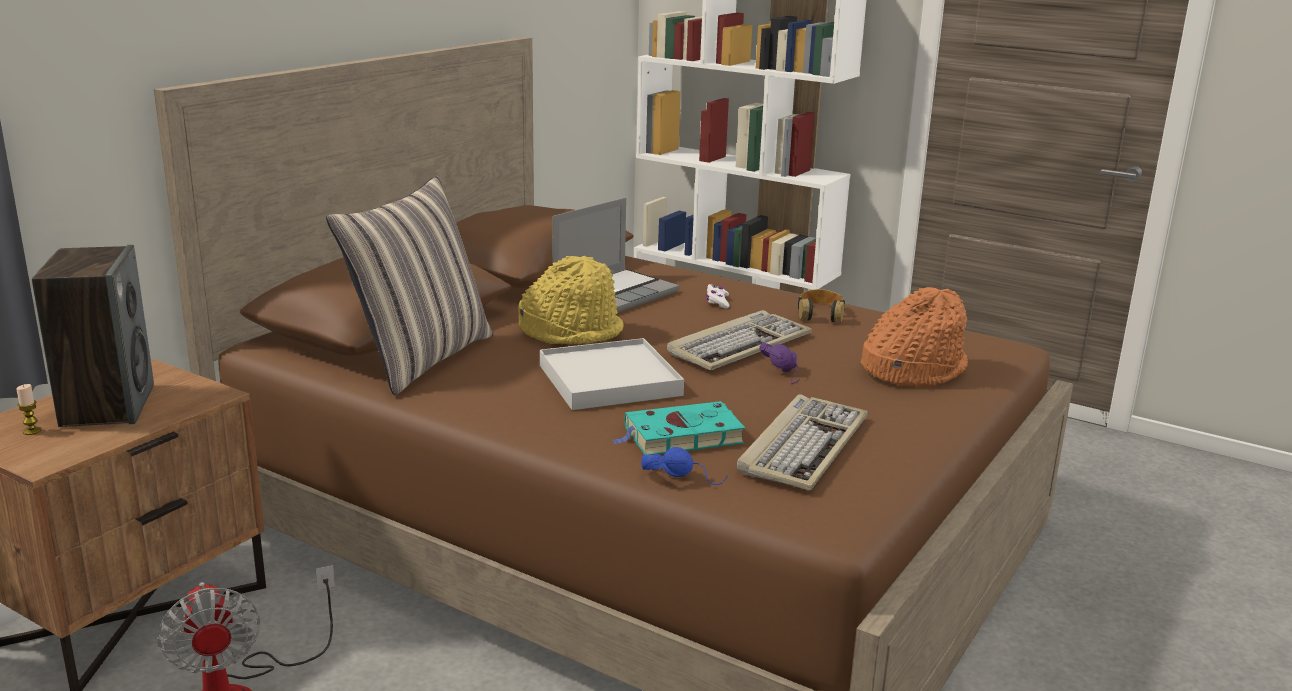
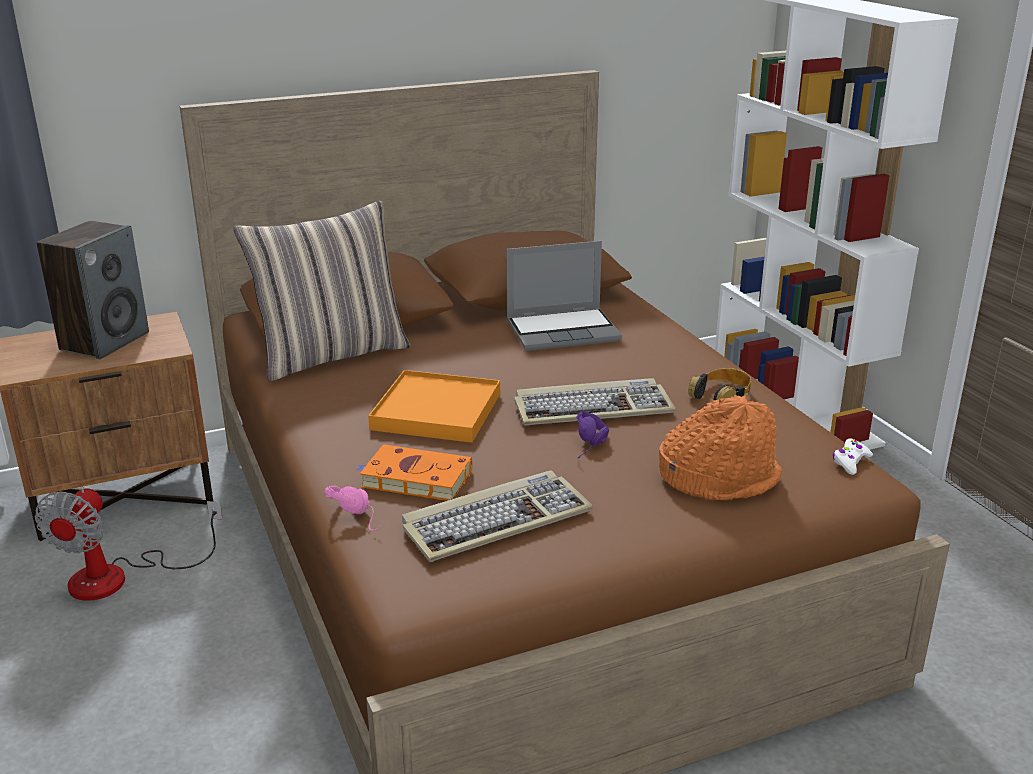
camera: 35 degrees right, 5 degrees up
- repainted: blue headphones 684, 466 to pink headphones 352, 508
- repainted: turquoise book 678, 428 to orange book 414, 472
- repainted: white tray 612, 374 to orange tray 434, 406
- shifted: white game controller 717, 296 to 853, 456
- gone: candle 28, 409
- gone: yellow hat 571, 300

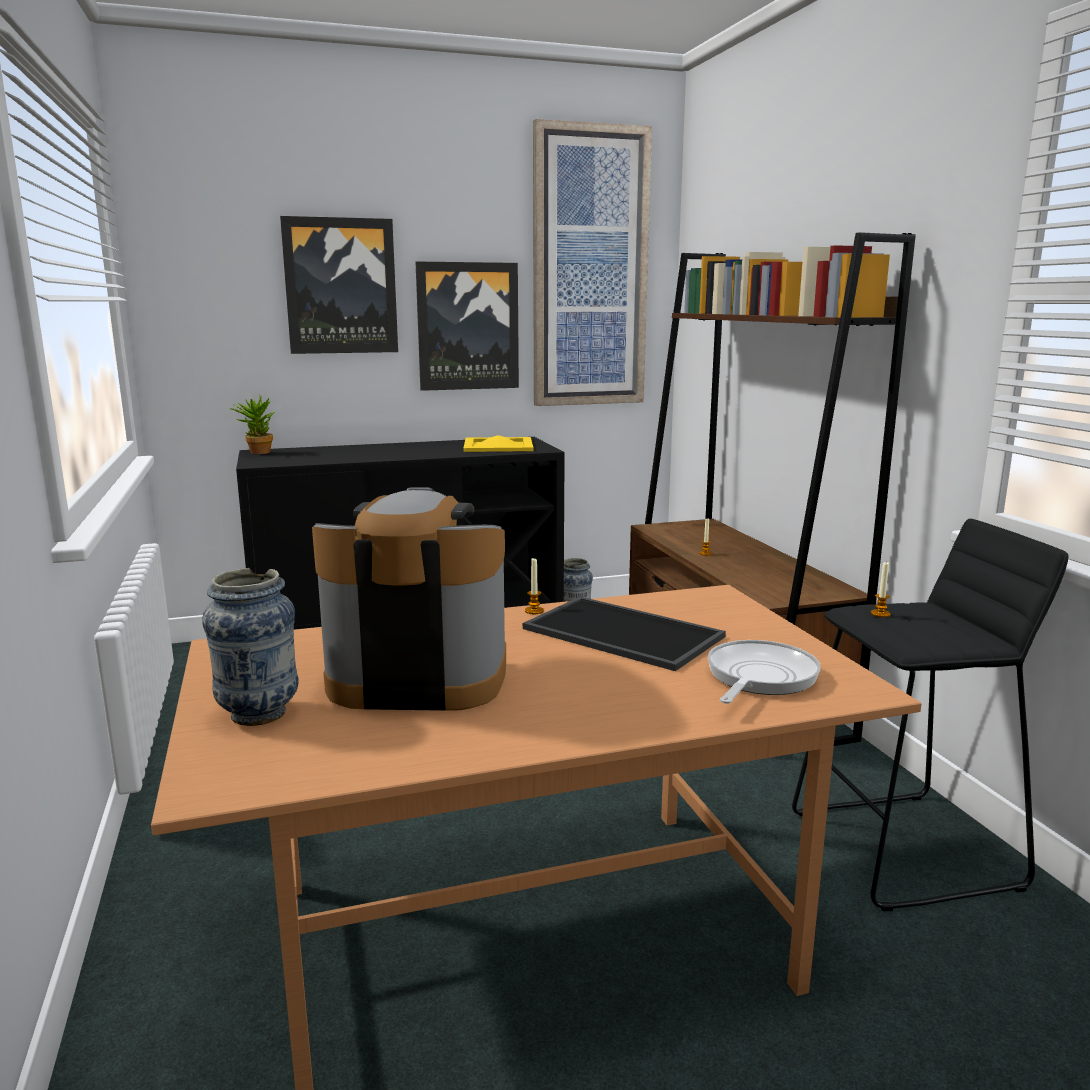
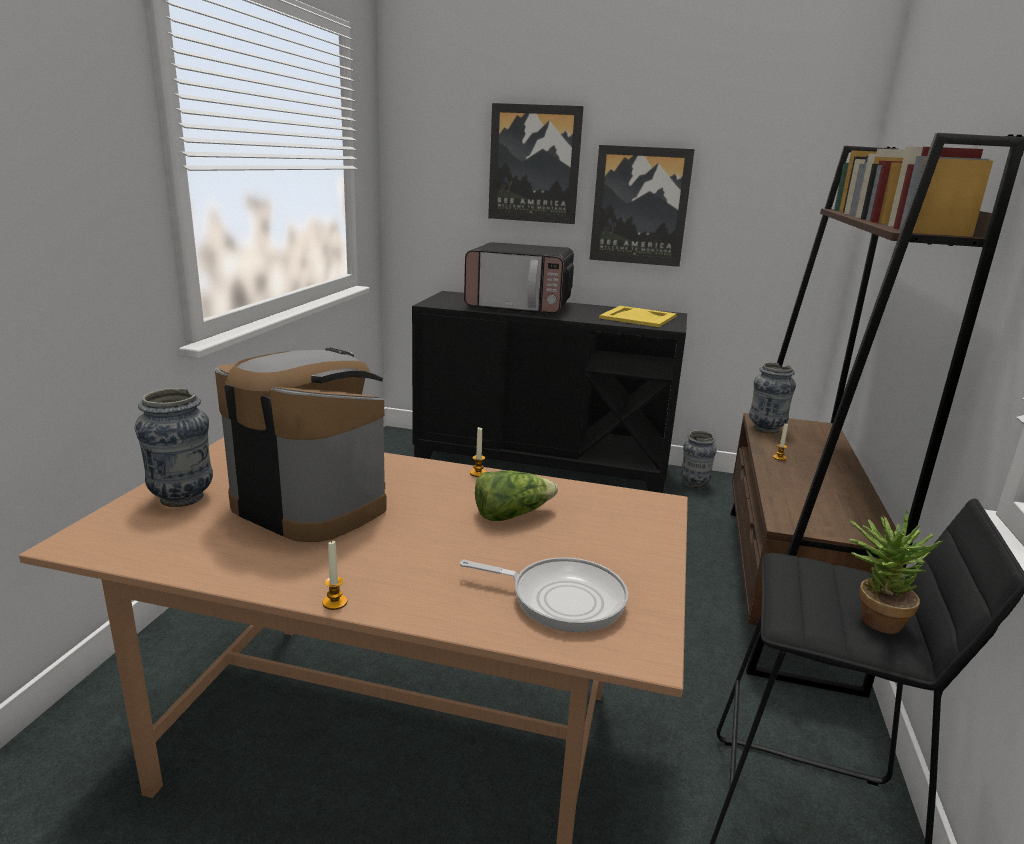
camera: 30 degrees right, 5 degrees up
- shifted: candle 881, 589 to 334, 575
- rotated: frying pan 764, 672 = 544, 594 45 degrees clockwise
- new: microwave 519, 278
- swapped: tray 624, 634 to lettuce 516, 495
- new: vase 772, 398
- shifted: potted plant 252, 424 to 896, 571
- gone: picture 592, 262

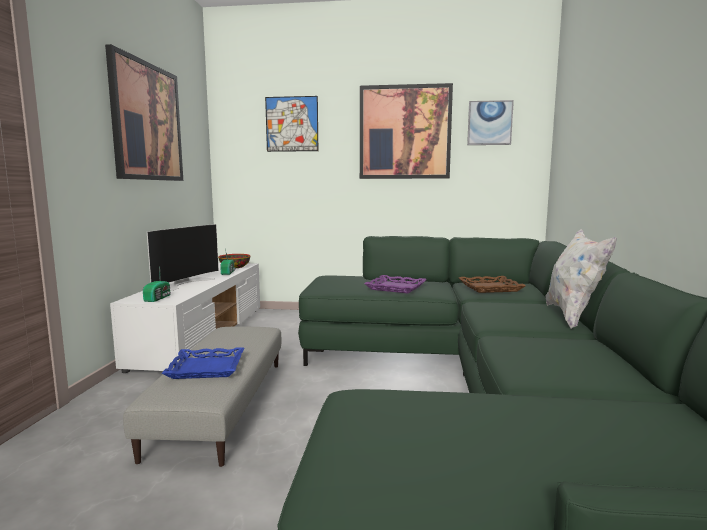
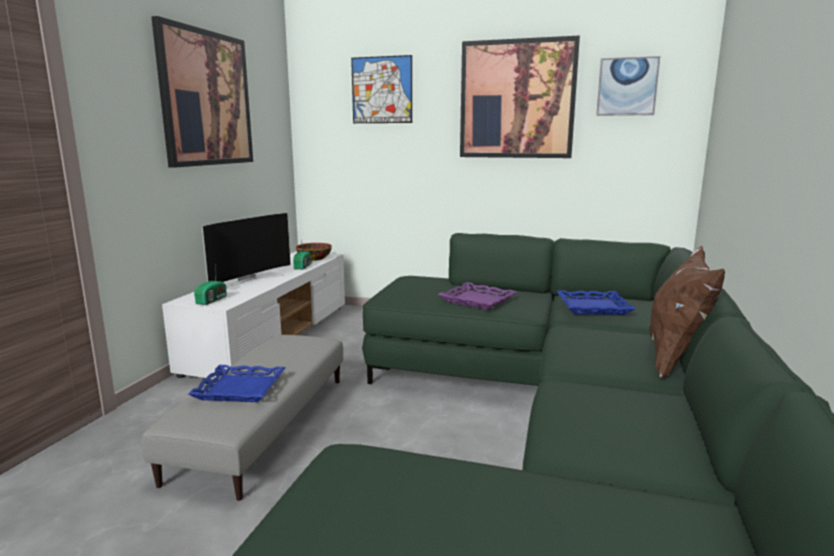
camera: 10 degrees right, 5 degrees up
- repainted: brown tray 492, 284 to blue tray 596, 302
- repainted: white pillow 581, 279 to brown pillow 687, 312

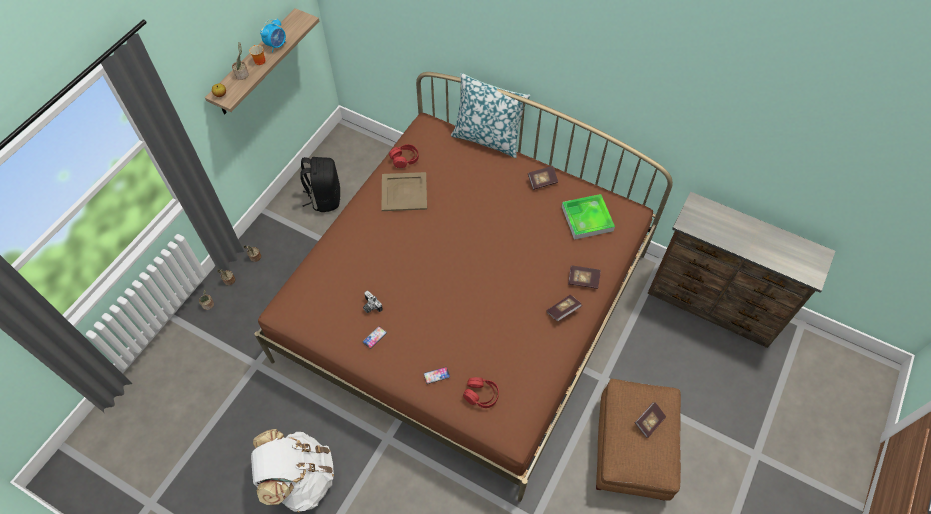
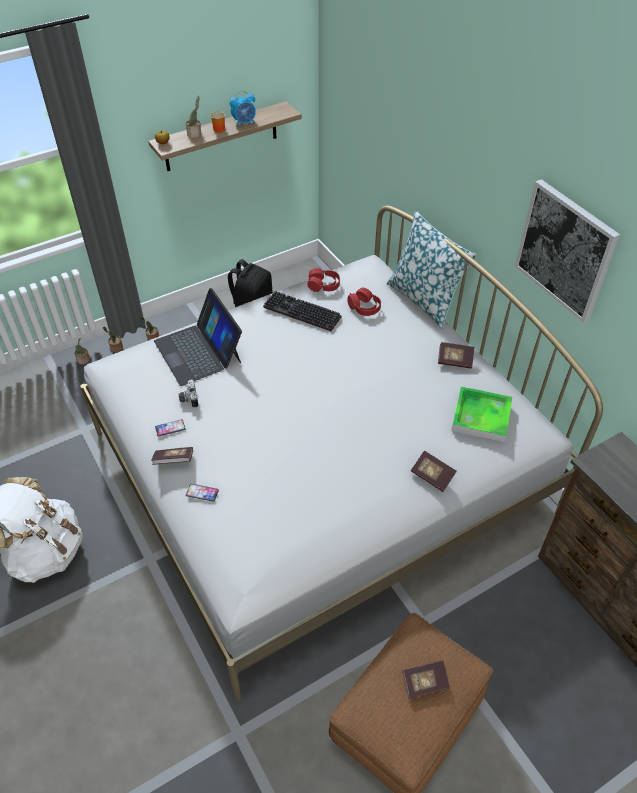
camera: 30 degrees right, 10 degrees down
- repainted: brown bed 463, 287 to white bed 341, 453
- shifted: book 564, 308 to 172, 456
- new: laptop 198, 337
- swapped: beige tray 404, 191 to keyboard 302, 311
- shifted: red headphones 481, 392 to 364, 302
- new: picture 567, 251

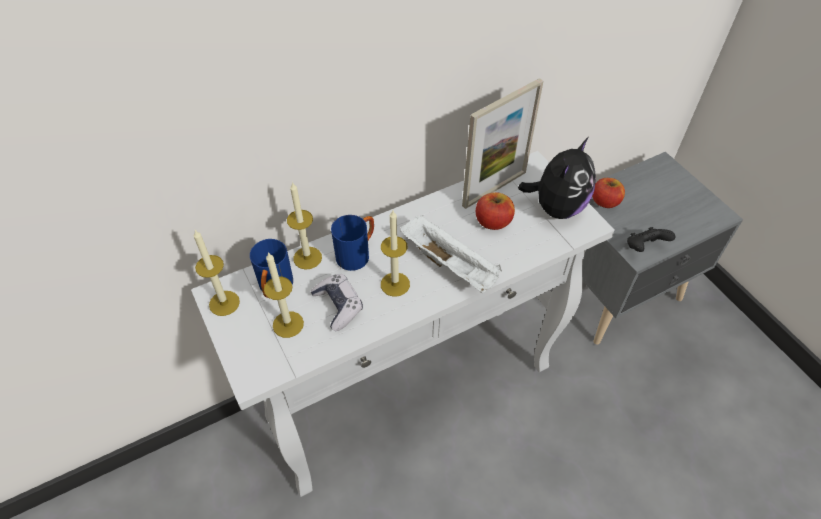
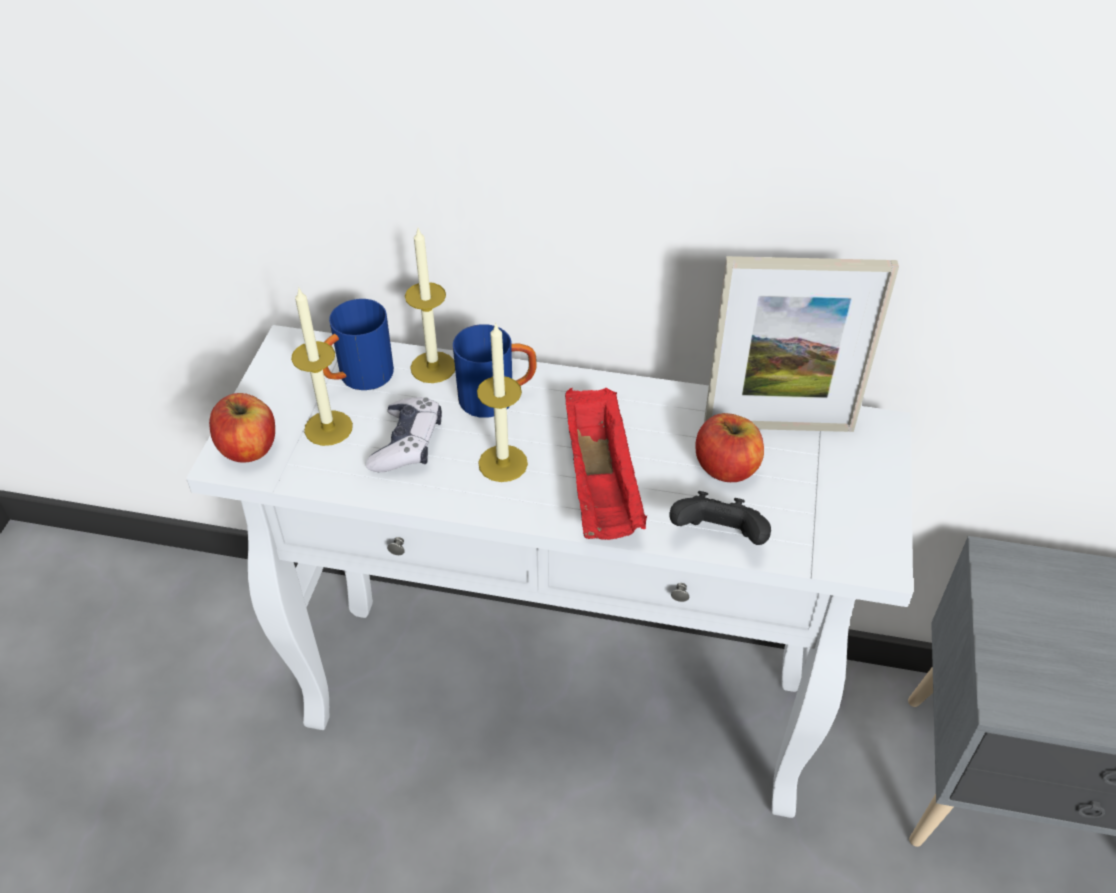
camera: 40 degrees right, 5 degrees down
- shifted: apple 608, 193 to 242, 428
- repainted: white tray 451, 254 to red tray 606, 464
- shifted: black game controller 651, 239 to 720, 518
- gone: candle 216, 273
- gone: plush toy 557, 178

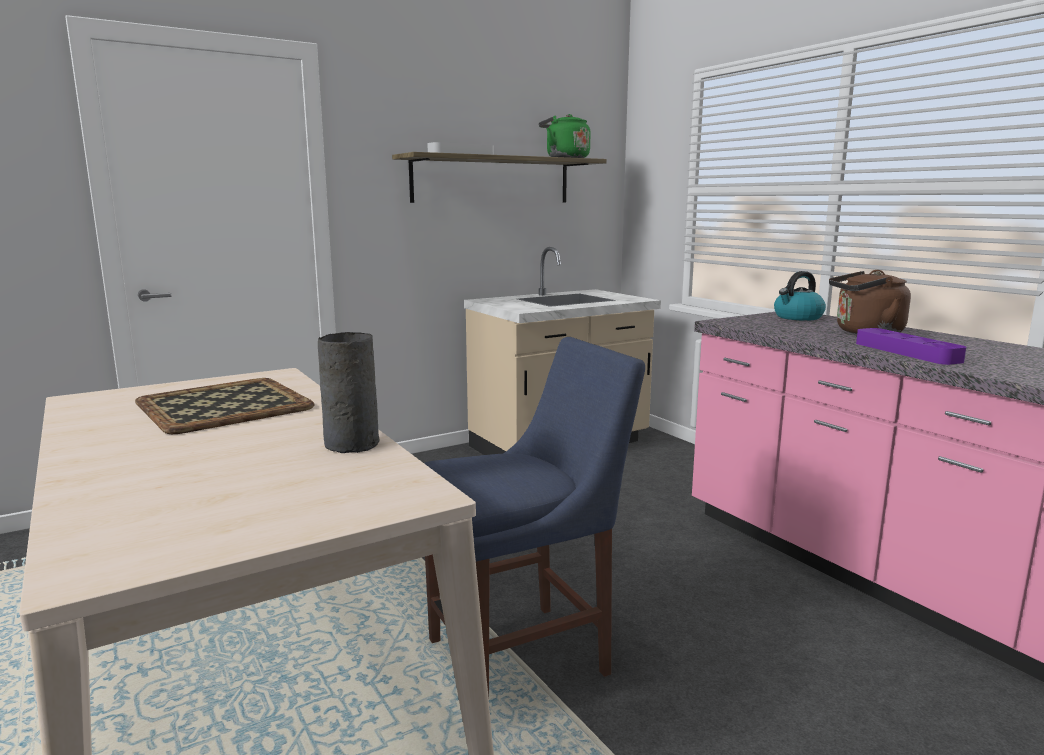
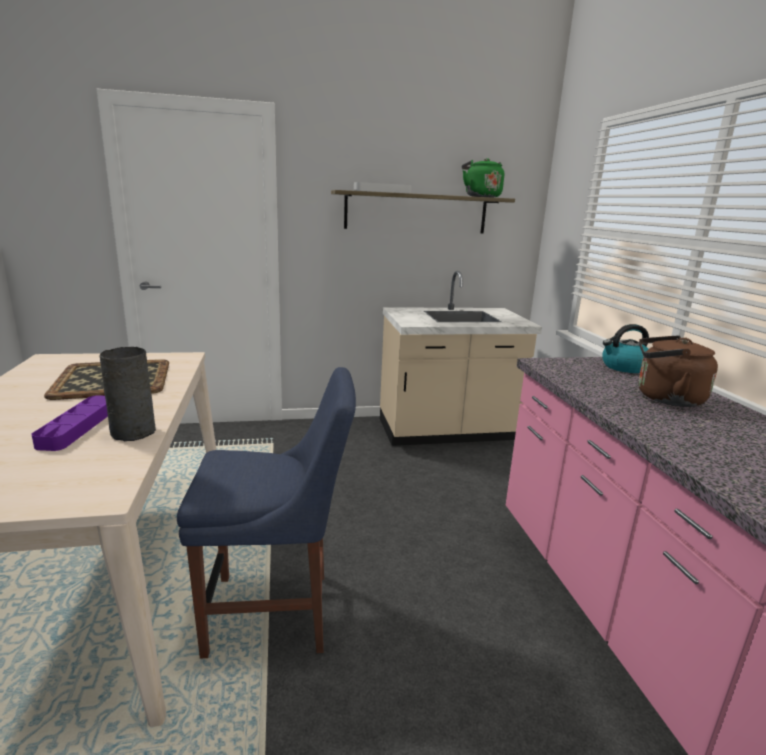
camera: 20 degrees right, 5 degrees up
- shifted: purple tray 911, 346 to 69, 423

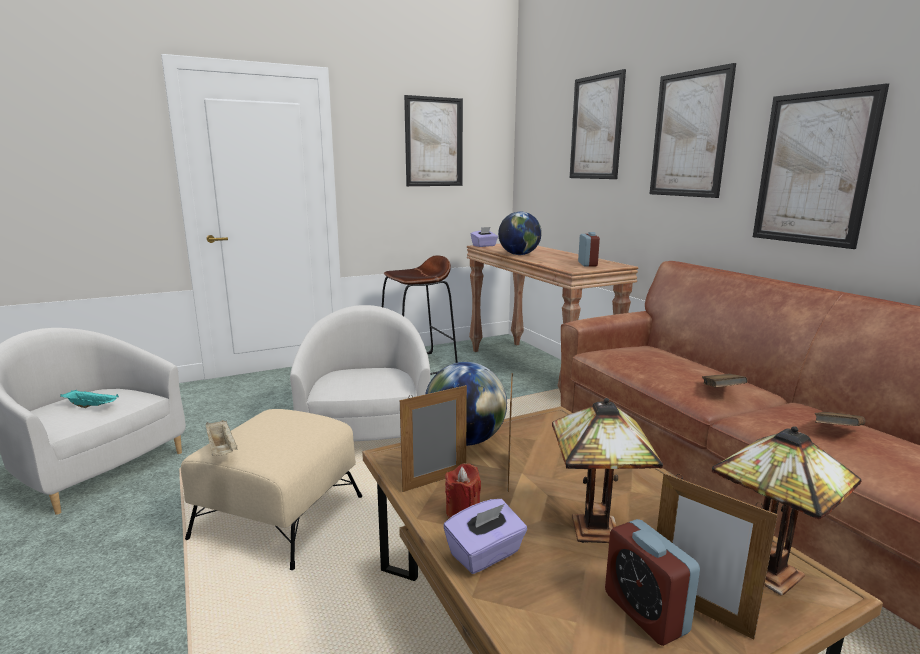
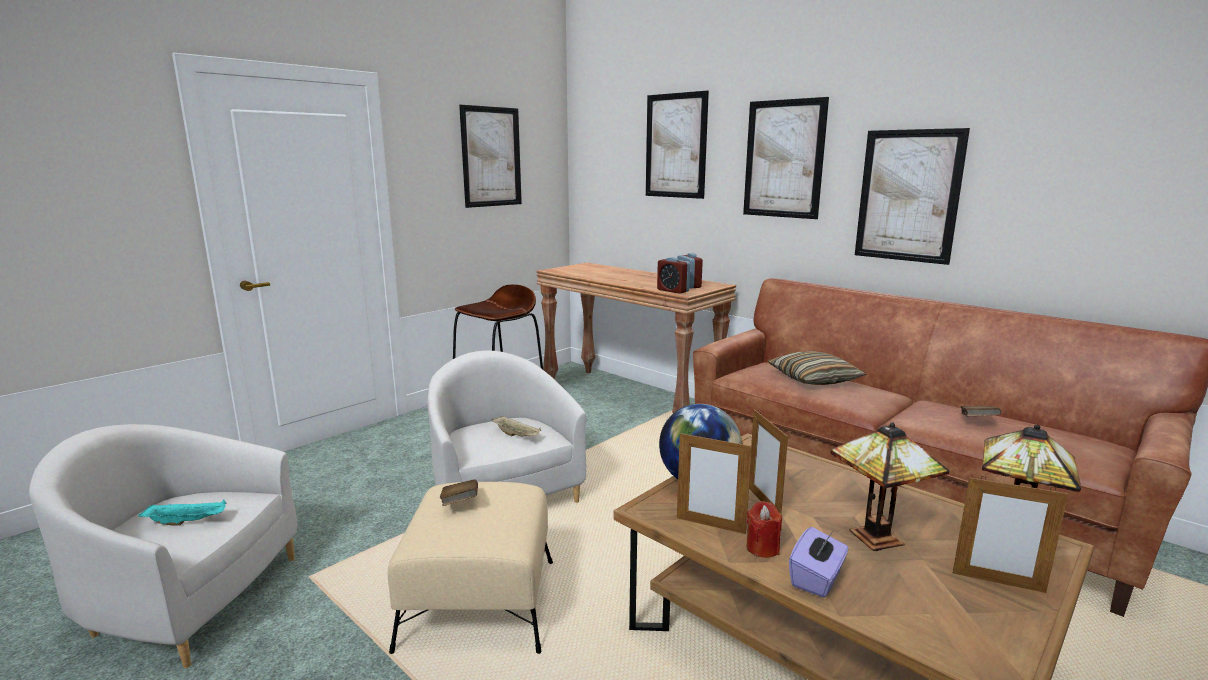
camera: 20 degrees left, 0 degrees up
- shifted: brown book 724, 381 to 459, 492
- shifted: beige tray 222, 438 to 516, 426
- shifted: alarm clock 652, 582 to 673, 275
- rotated: picture frame 433, 438 = 714, 483 105 degrees counterclockwise
- new: pillow 817, 368
- gone: purple tissue box 484, 237
- gone: globe 520, 233

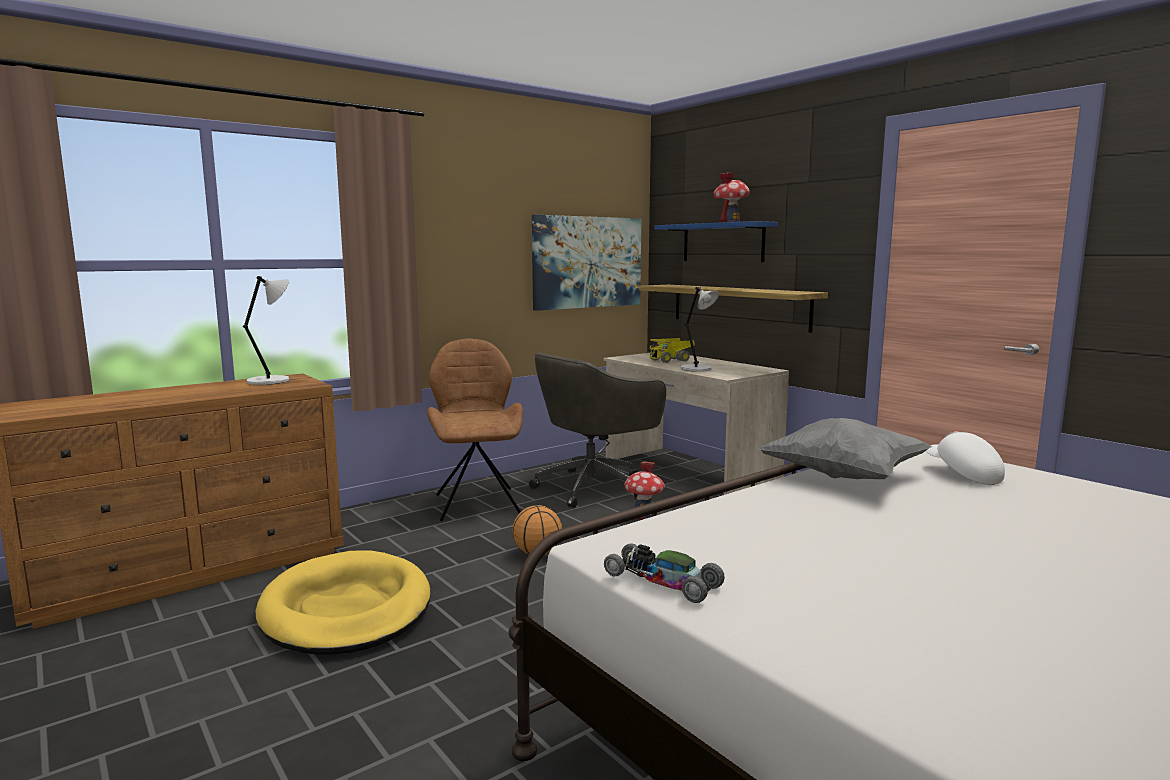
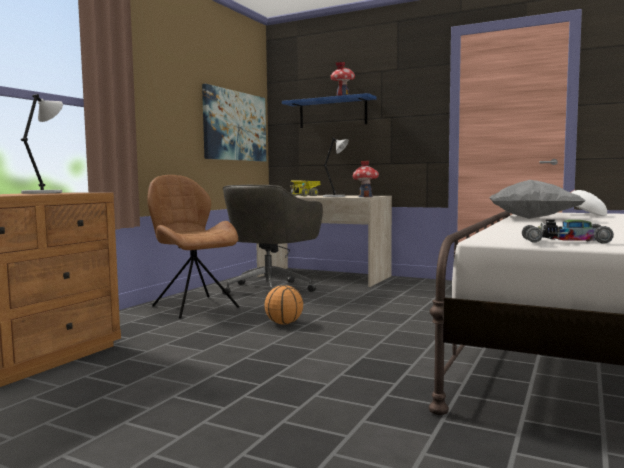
camera: 25 degrees left, 5 degrees down
- shifted: toy house 644, 490 to 366, 179
- gone: yellow dog bed 343, 602
- gone: shelf 733, 309

